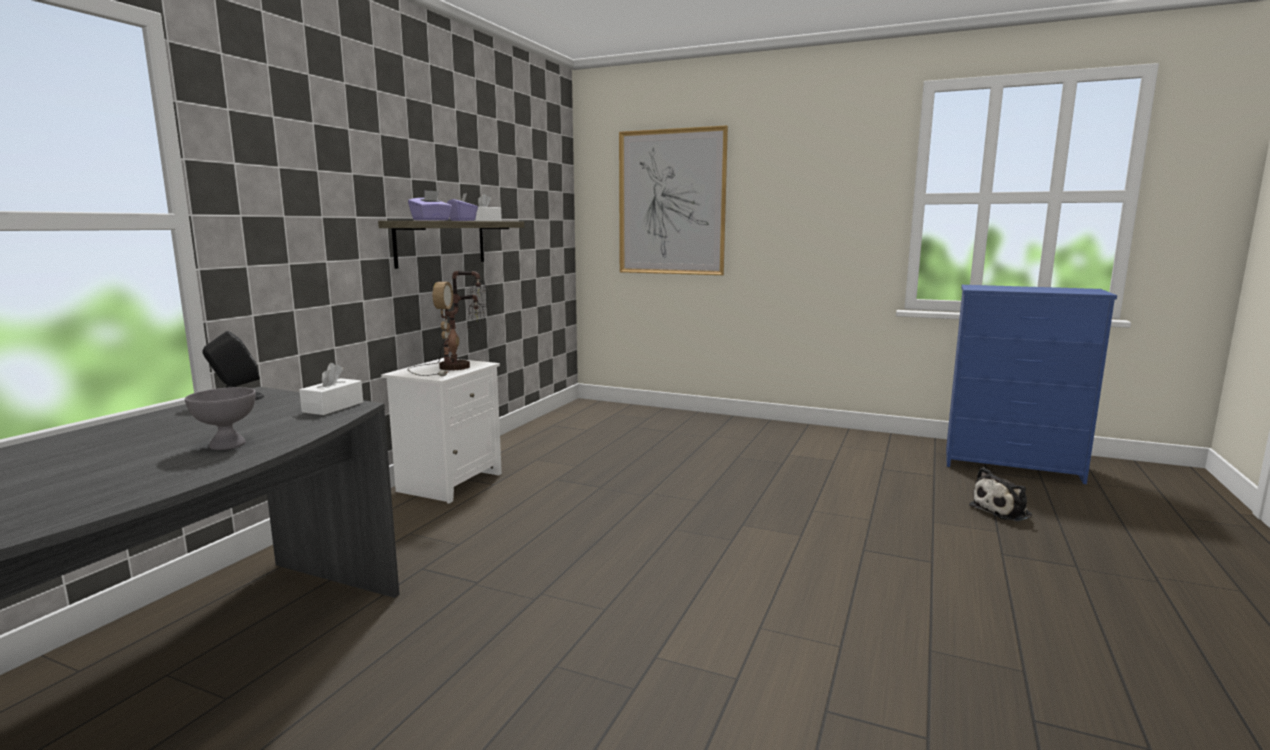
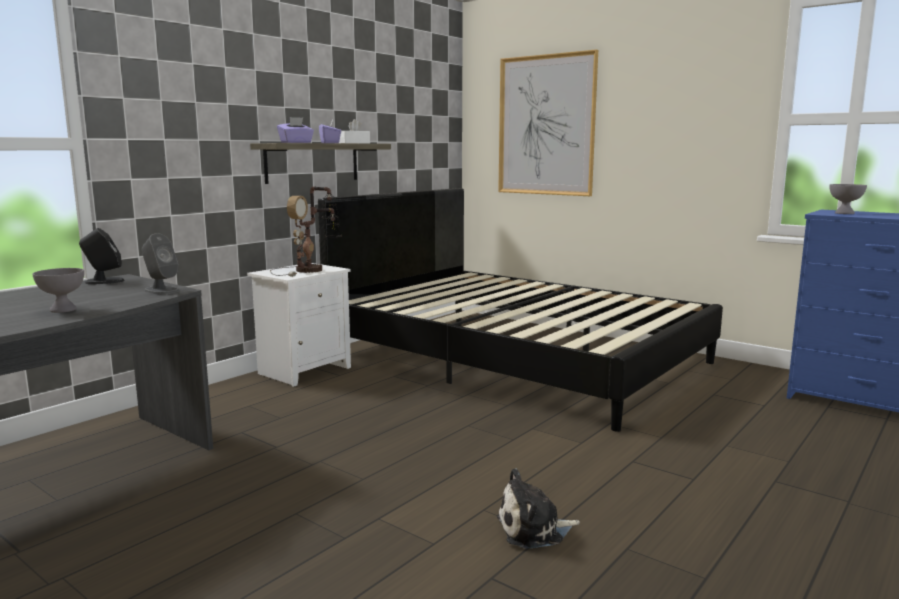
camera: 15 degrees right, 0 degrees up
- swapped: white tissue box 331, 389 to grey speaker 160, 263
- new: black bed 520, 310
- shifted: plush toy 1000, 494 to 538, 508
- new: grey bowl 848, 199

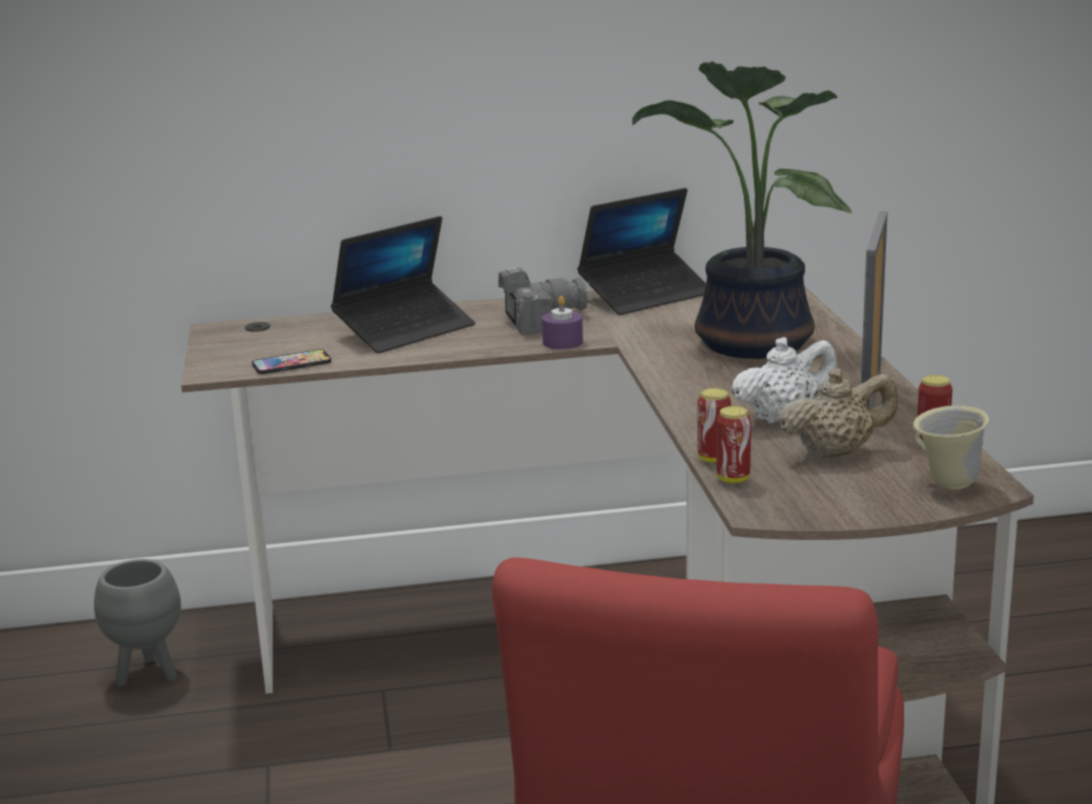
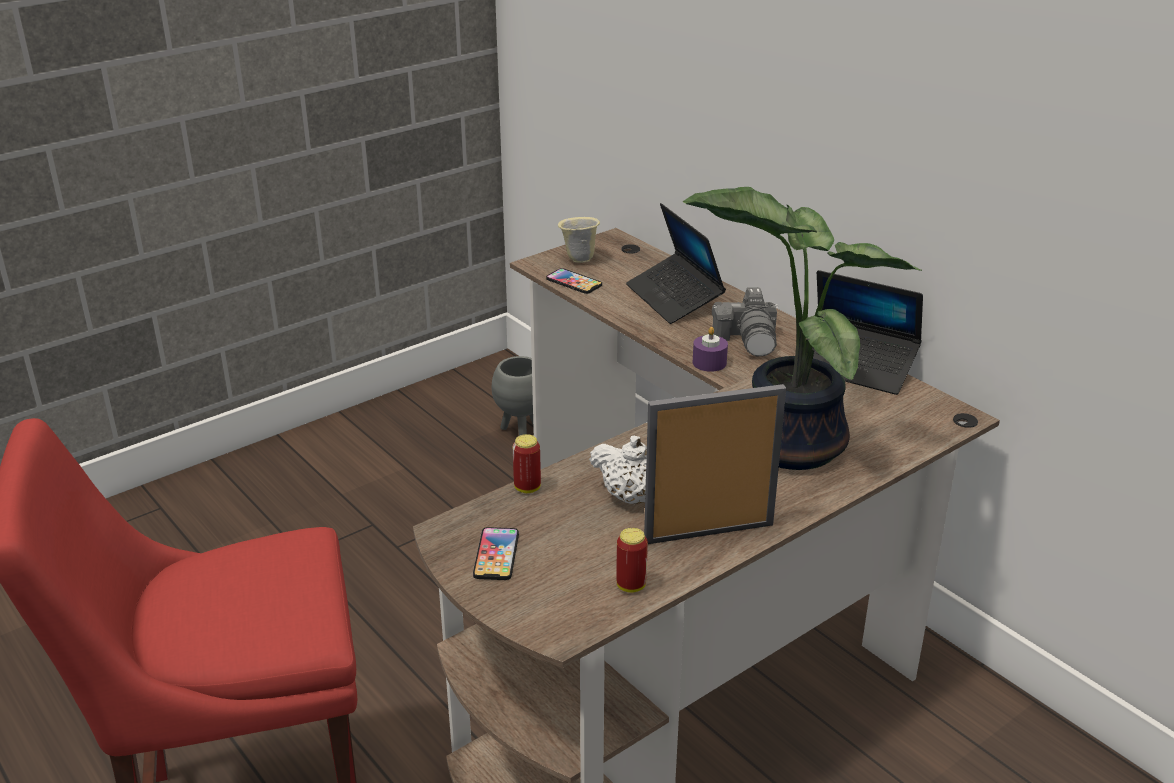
camera: 60 degrees right, 10 degrees up
- new: phone 496, 553
- shifted: beige mug 951, 447 to 579, 240
- rotated: laptop 403, 284 = 676, 263 45 degrees clockwise
- rotated: photo camera 542, 301 = 745, 322 45 degrees clockwise
- gone: can 733, 444
- gone: beige teapot 838, 413

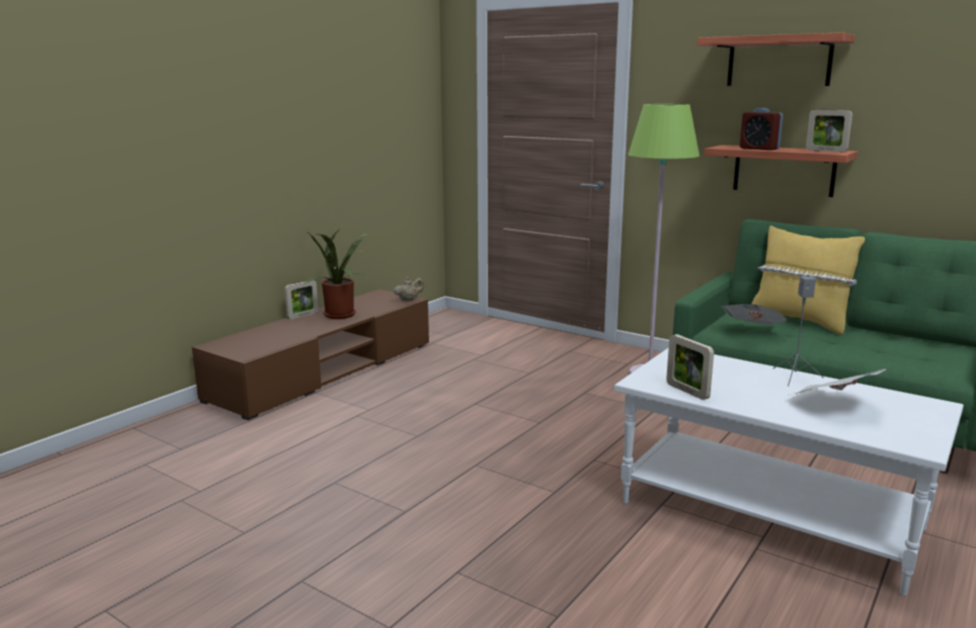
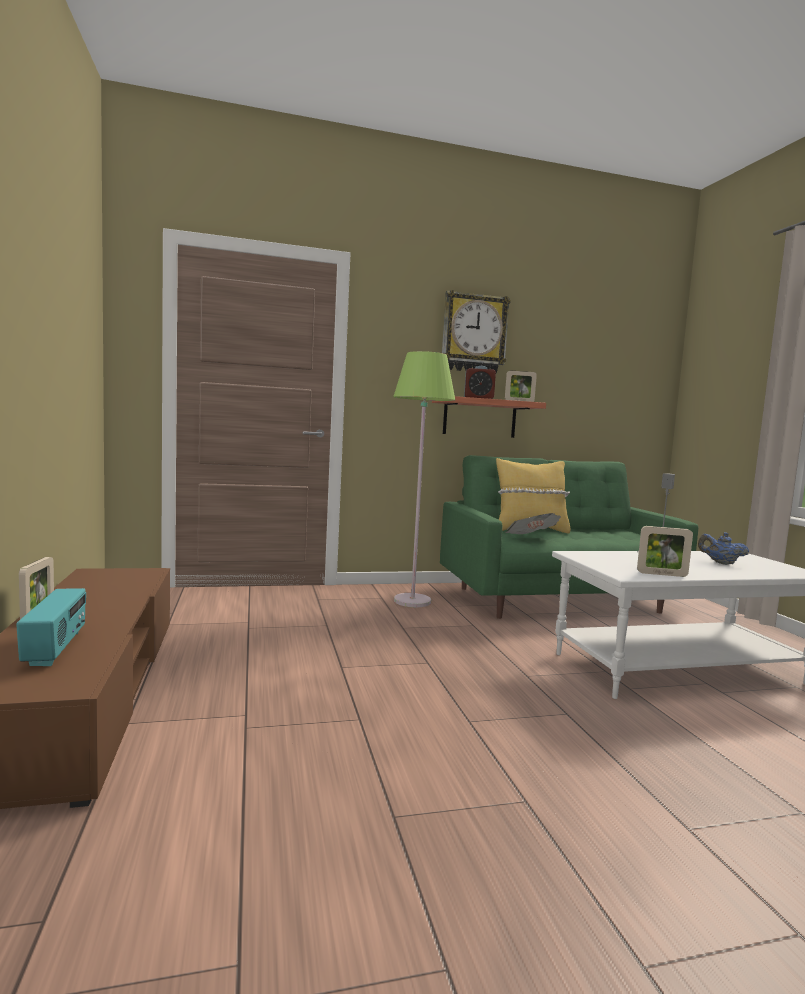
camera: 50 degrees left, 10 degrees down
- new: radio 51, 627
- swapped: shelf 776, 59 to wall clock 476, 331
- swapped: newspaper 841, 381 to blue teapot 723, 548
- gone: potted plant 336, 273
- gone: beige teapot 409, 289

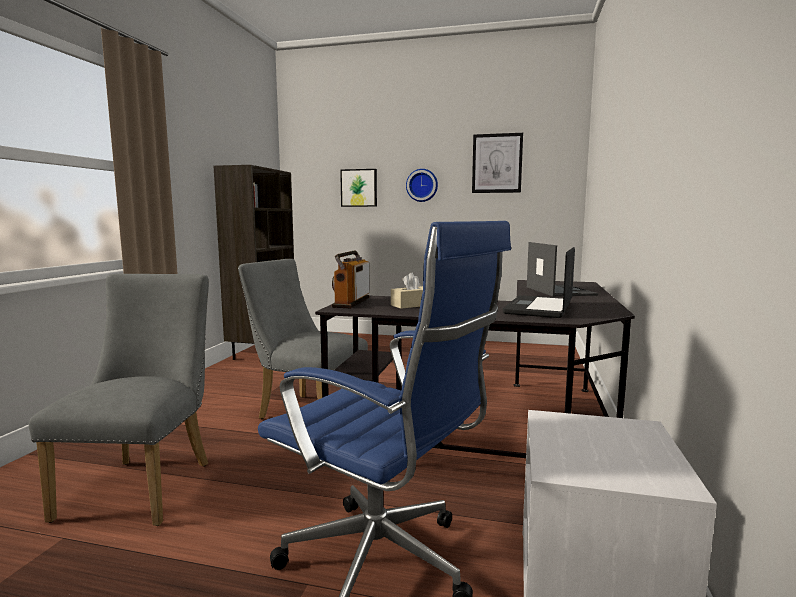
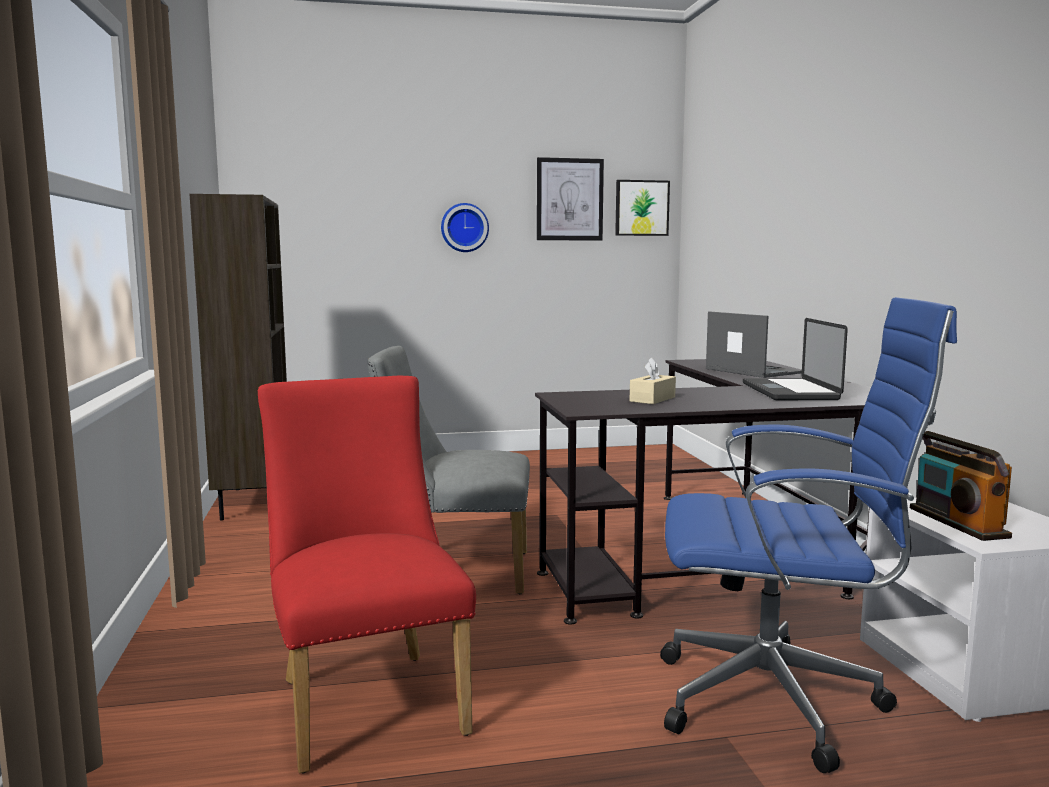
camera: 25 degrees left, 0 degrees up
- repainted: grey chair 119, 400 to red chair 367, 575
- shifted: picture 358, 188 to 642, 208
- shifted: radio 351, 279 to 961, 486

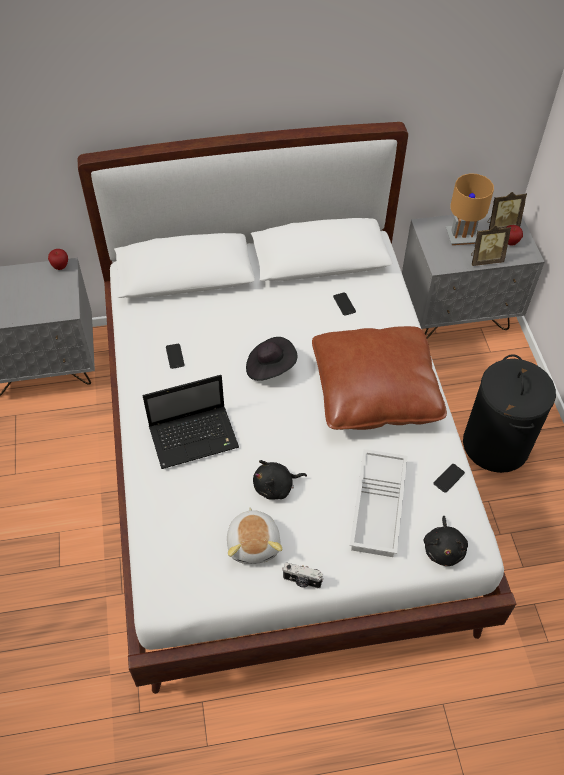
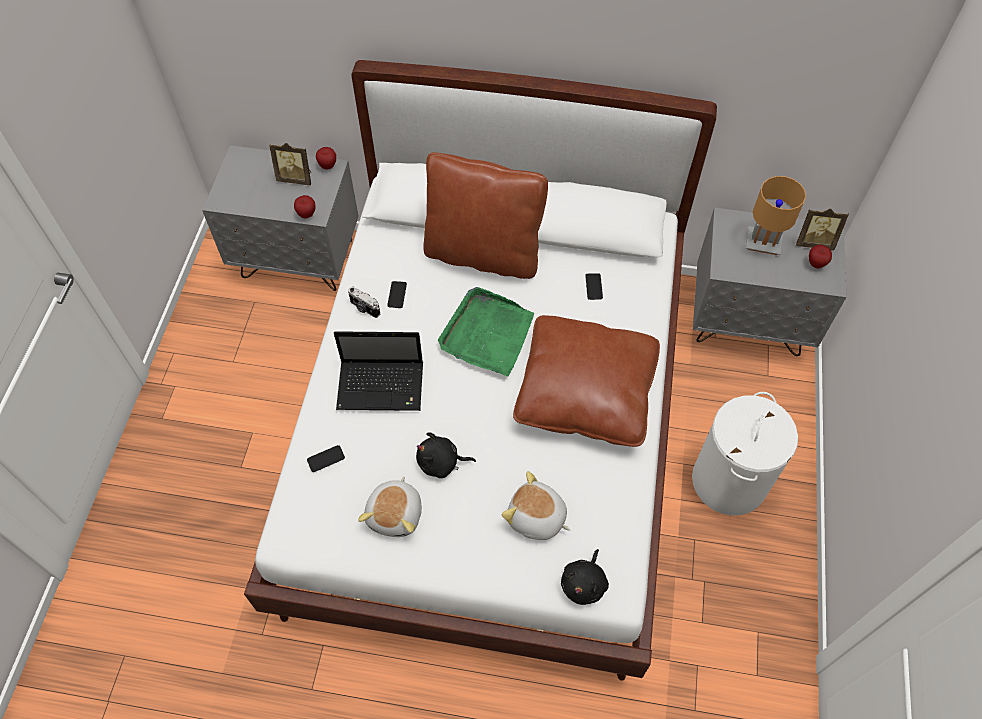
camera: 20 degrees right, 5 degrees up
- shifted: picture frame 491, 245 to 290, 164
- new: apple 304, 206
- shifted: phone 449, 478 to 326, 458
- shifted: photo camera 303, 575 to 364, 302
- new: brown pillow 485, 215
- swapped: black hat 271, 358 to green tray 486, 332
- swapped: white tray 379, 503 to plush toy 536, 505
- repainted: black laundry basket 509, 413 to white laundry basket 745, 454

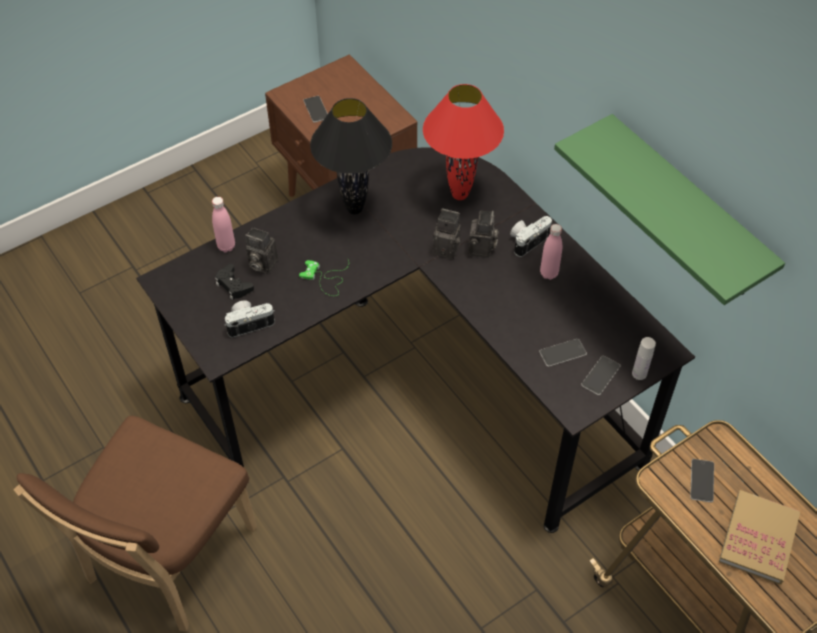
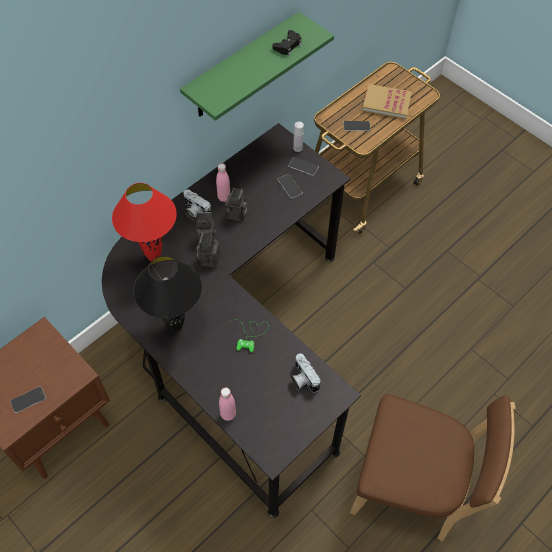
camera: 100 degrees left, 5 degrees up
- shifted: photo camera 261, 250 to 236, 204
- shifted: black game controller 234, 282 to 287, 43

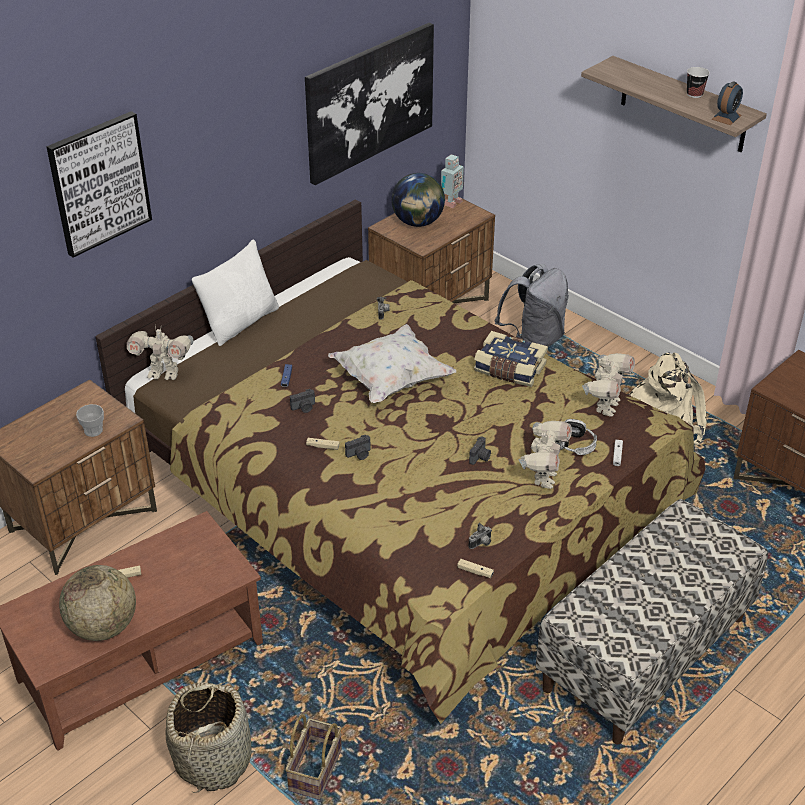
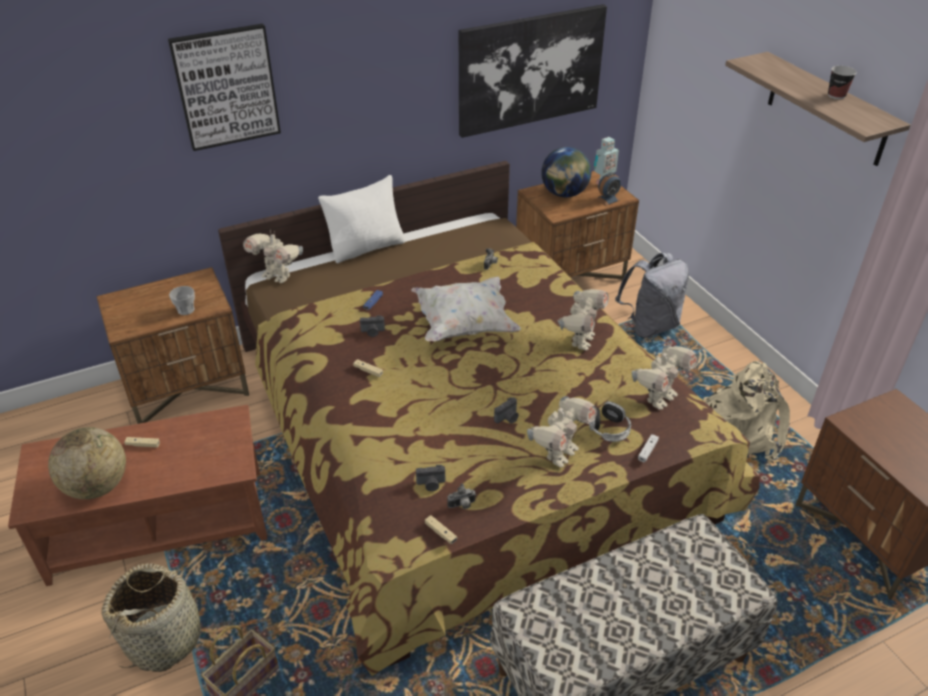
camera: 20 degrees right, 0 degrees up
- shifted: photo camera 358, 447 to 430, 478
- swapped: book 511, 359 to toy robot 583, 319
- shifted: alarm clock 727, 103 to 608, 189

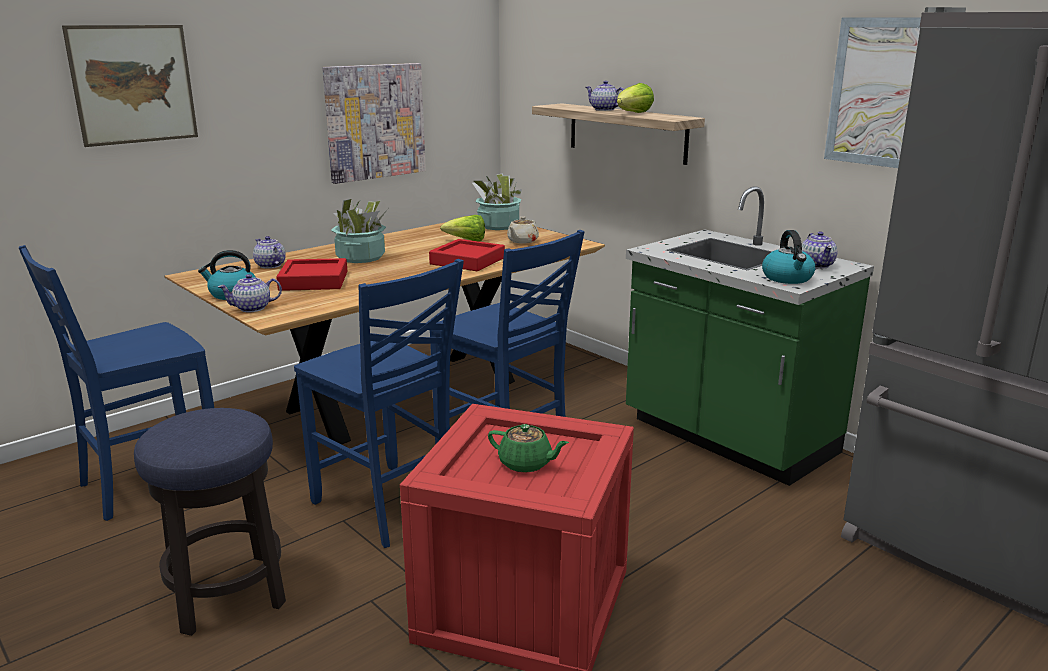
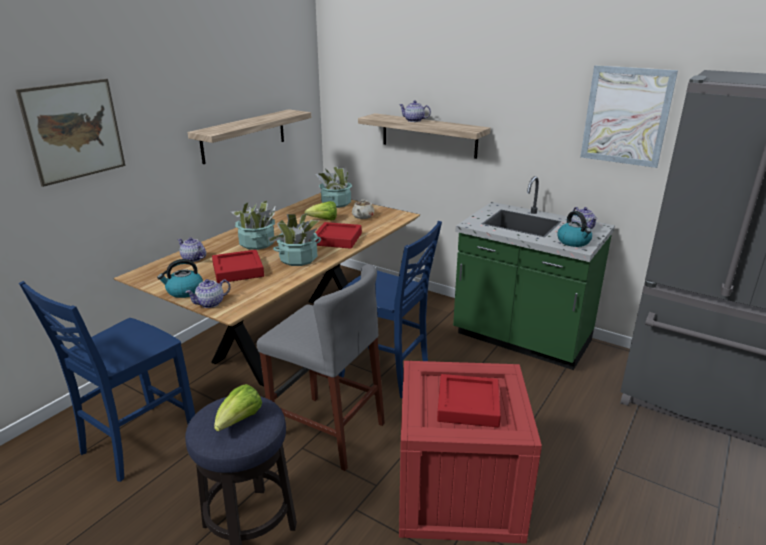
camera: 15 degrees left, 5 degrees up
- swapped: picture 374, 123 to shelf 249, 136
- shifted: lettuce 635, 98 to 238, 408
- swapped: blue chair 379, 403 to grey stool 321, 367
- new: potted plant 294, 239
- swapped: green teapot 528, 448 to red tray 469, 400

